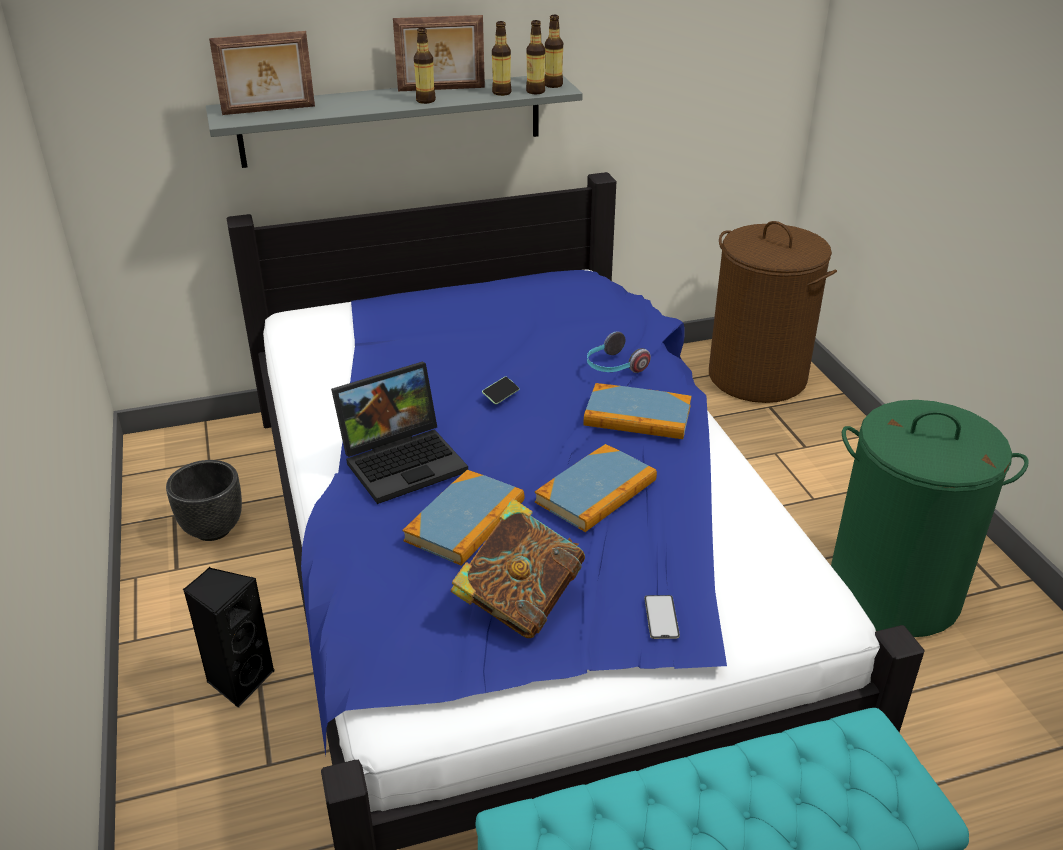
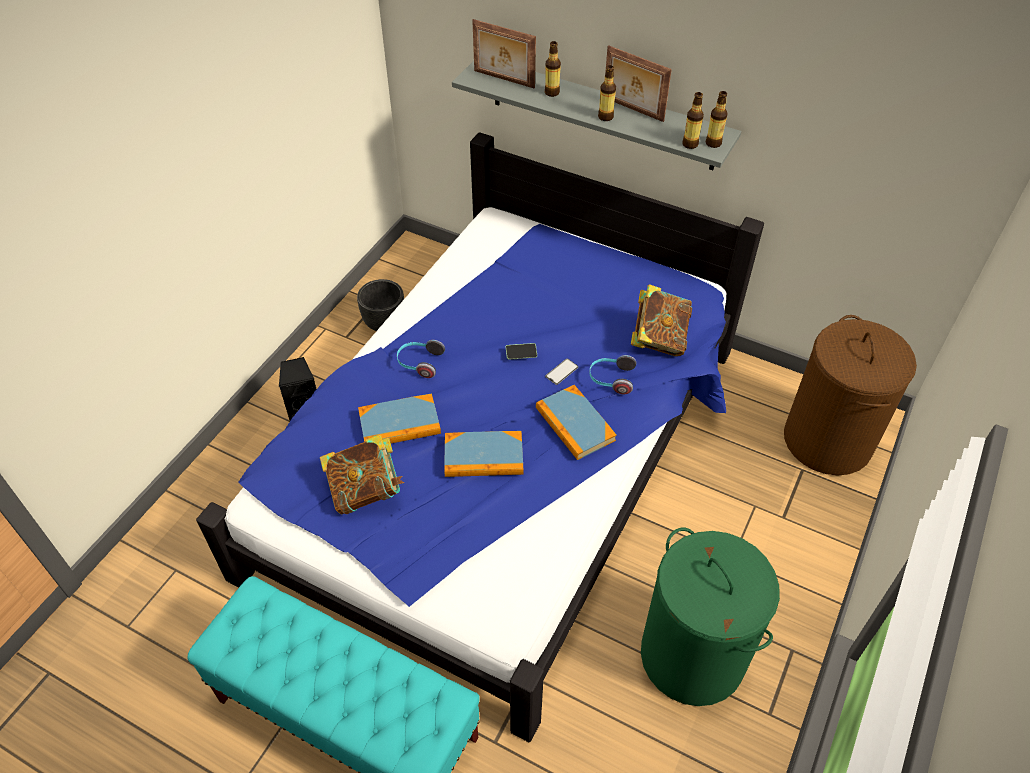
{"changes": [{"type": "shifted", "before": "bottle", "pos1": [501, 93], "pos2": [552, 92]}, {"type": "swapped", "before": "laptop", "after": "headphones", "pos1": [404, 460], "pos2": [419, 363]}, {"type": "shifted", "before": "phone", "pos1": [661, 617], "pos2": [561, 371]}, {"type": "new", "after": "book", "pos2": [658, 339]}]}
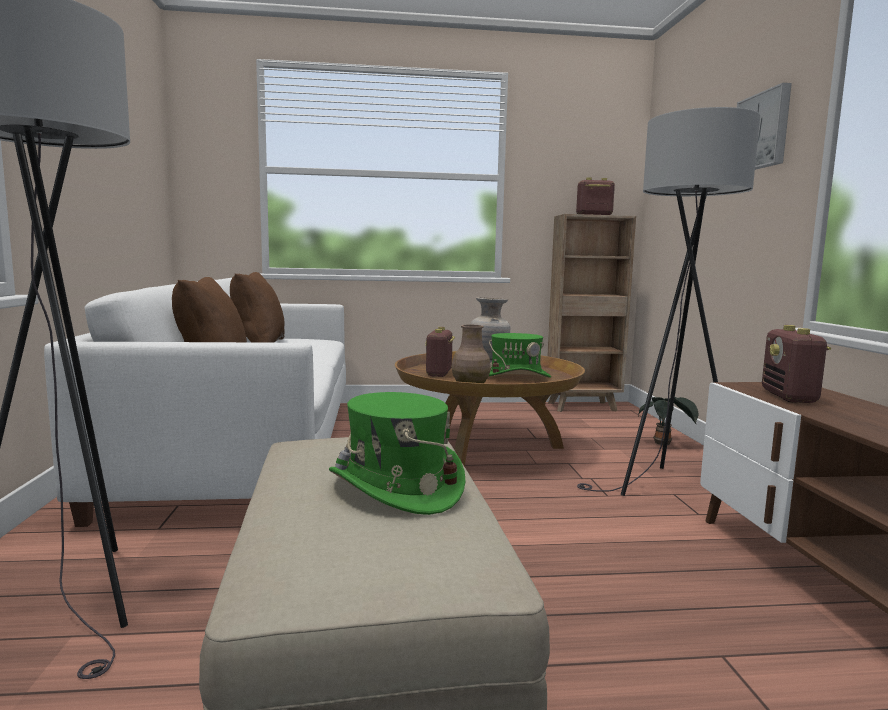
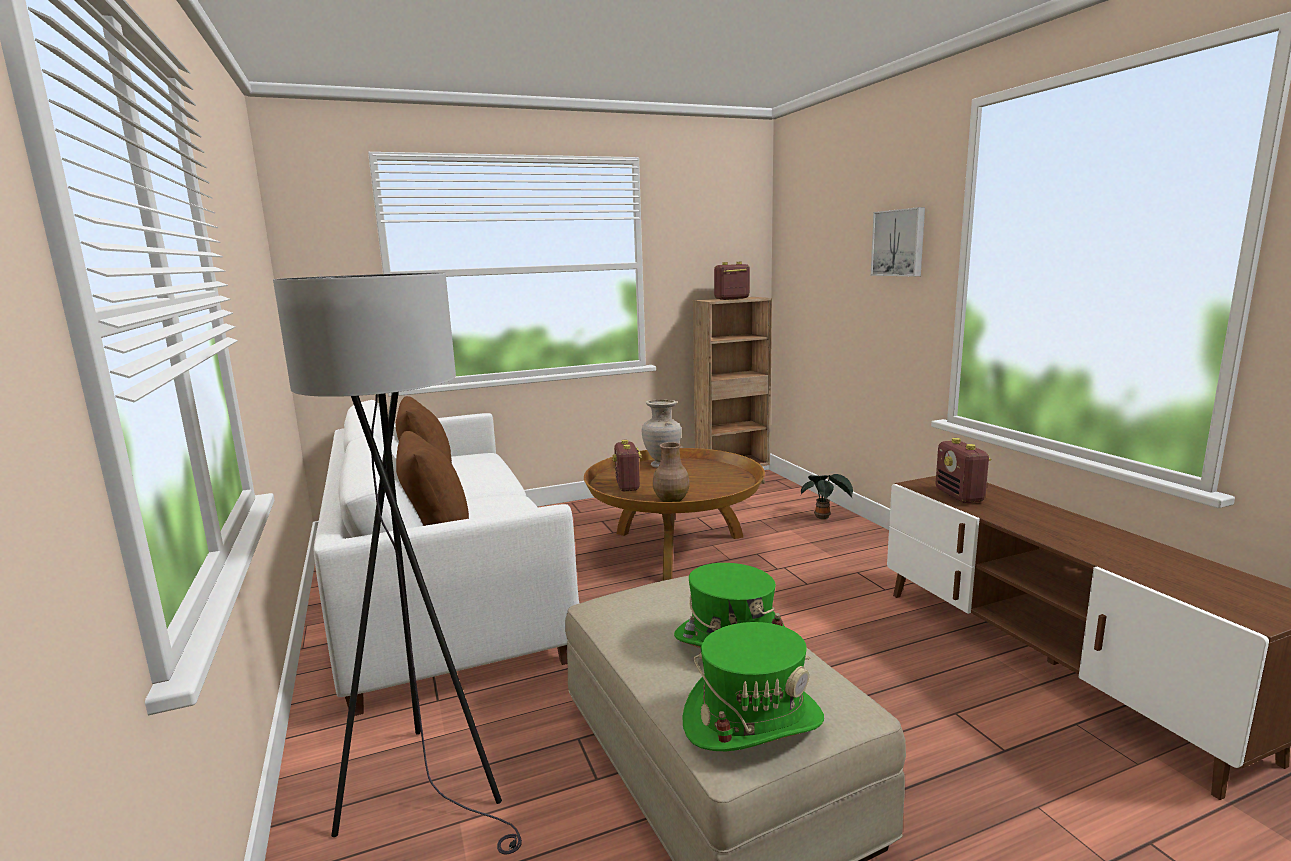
{"changes": [{"type": "gone", "before": "grey floor lamp", "pos1": [666, 490]}, {"type": "shifted", "before": "green hat", "pos1": [515, 376], "pos2": [752, 720]}]}
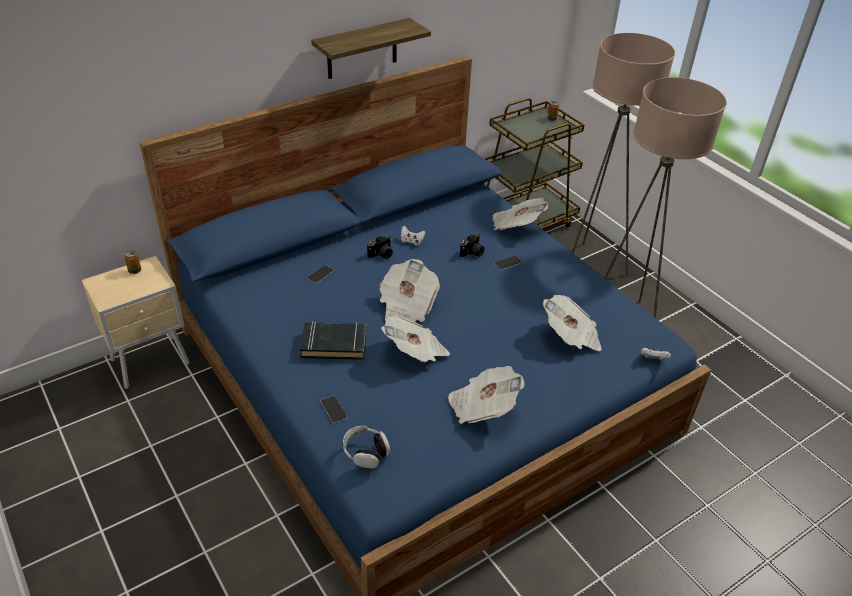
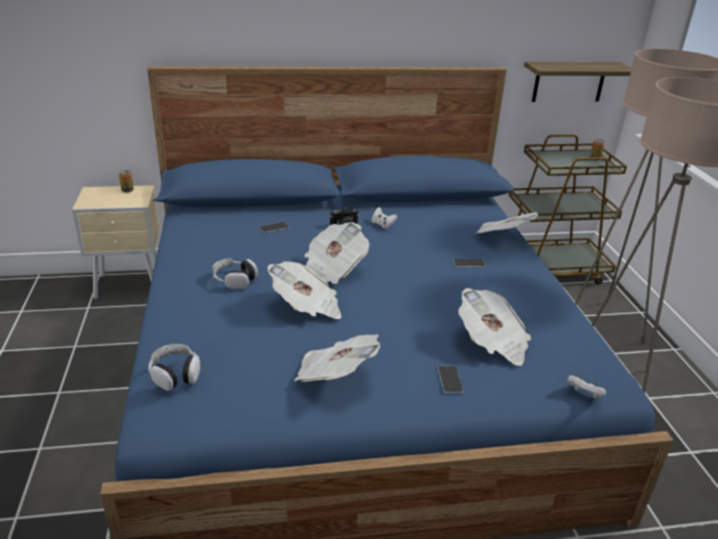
{"changes": [{"type": "shifted", "before": "shelf", "pos1": [362, 49], "pos2": [569, 81]}, {"type": "gone", "before": "photo camera", "pos1": [472, 253]}, {"type": "swapped", "before": "black book", "after": "headphones", "pos1": [334, 344], "pos2": [235, 280]}, {"type": "shifted", "before": "phone", "pos1": [333, 409], "pos2": [450, 379]}]}
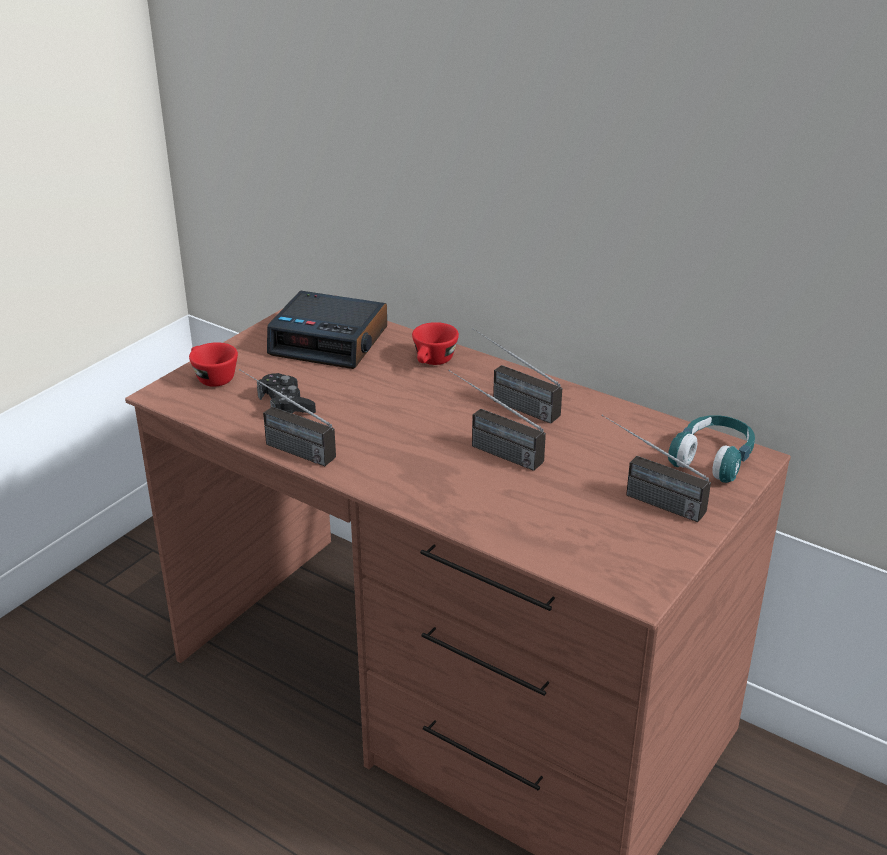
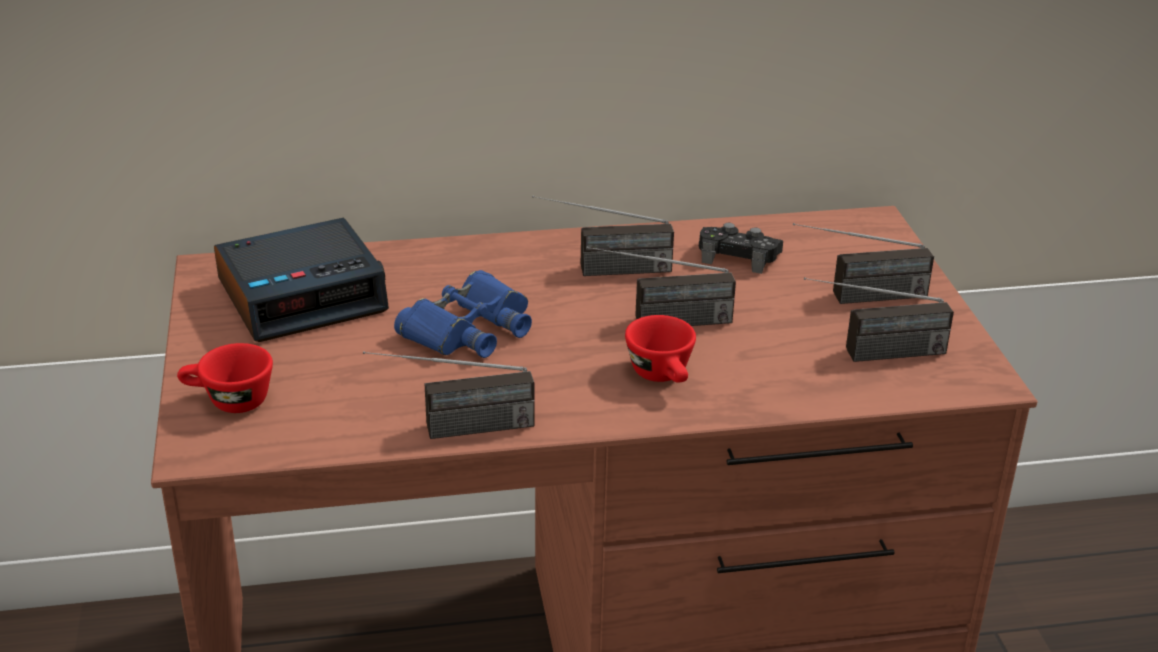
{"changes": [{"type": "shifted", "before": "red cup", "pos1": [433, 362], "pos2": [664, 376]}, {"type": "shifted", "before": "black game controller", "pos1": [286, 404], "pos2": [738, 256]}, {"type": "gone", "before": "turquoise headphones", "pos1": [713, 459]}, {"type": "new", "after": "blue binoculars", "pos2": [469, 328]}, {"type": "new", "after": "radio", "pos2": [871, 355]}]}
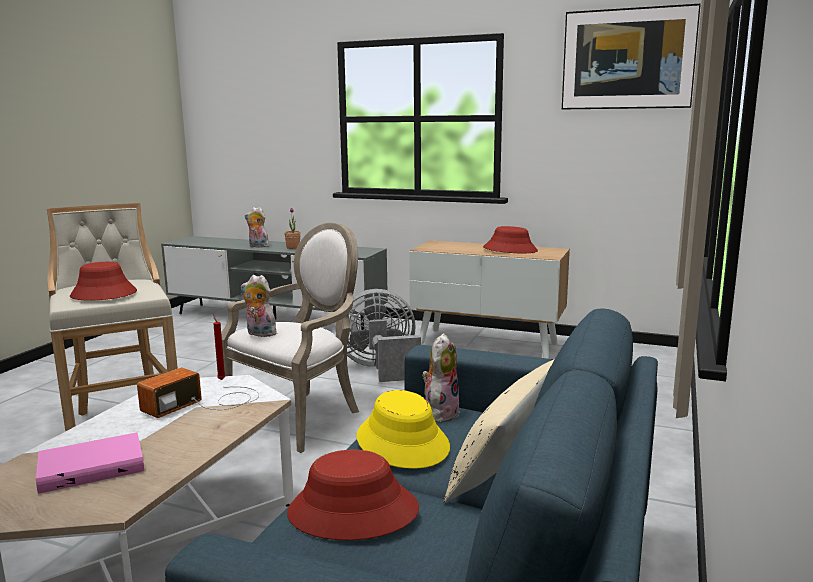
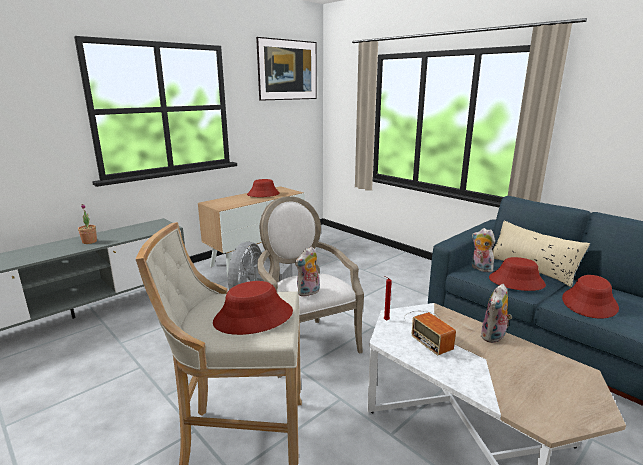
{"changes": [{"type": "shifted", "before": "plush toy", "pos1": [257, 246], "pos2": [494, 337]}, {"type": "repainted", "before": "yellow hat", "after": "red hat", "pos1": [403, 442], "pos2": [516, 281]}, {"type": "gone", "before": "pink book", "pos1": [92, 466]}]}
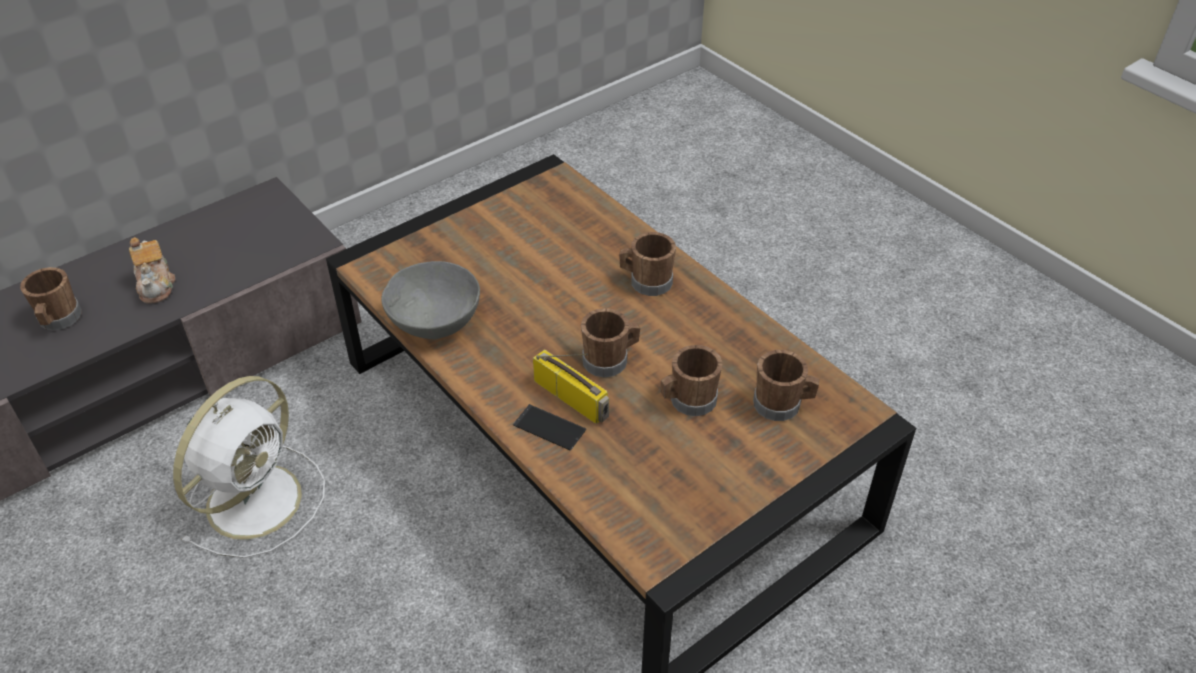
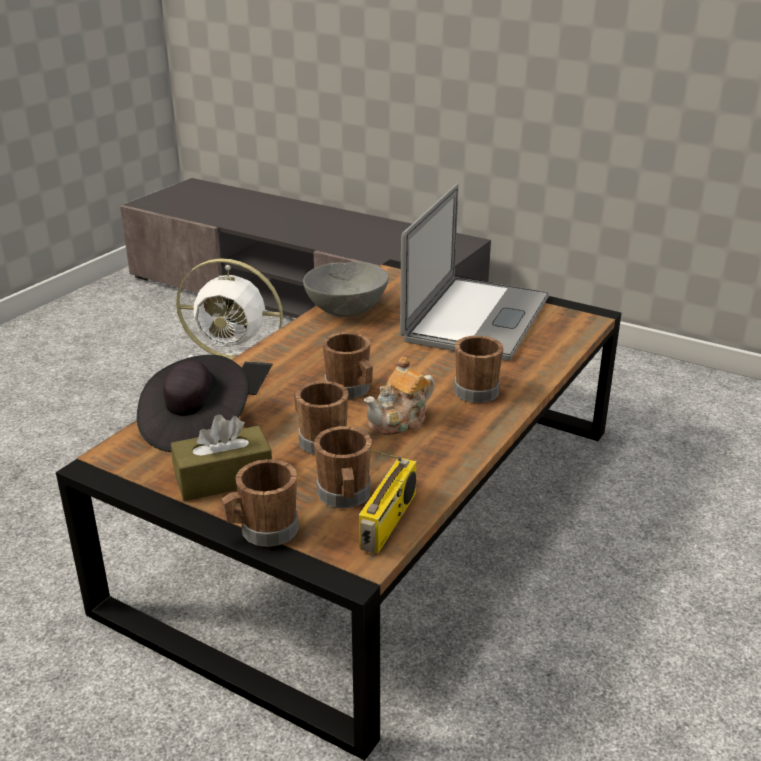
{"changes": [{"type": "shifted", "before": "teapot", "pos1": [156, 285], "pos2": [400, 421]}, {"type": "shifted", "before": "brown mug", "pos1": [59, 320], "pos2": [263, 531]}, {"type": "shifted", "before": "radio", "pos1": [572, 398], "pos2": [389, 522]}, {"type": "new", "after": "laptop", "pos2": [477, 318]}, {"type": "new", "after": "black hat", "pos2": [195, 425]}, {"type": "new", "after": "brown tissue box", "pos2": [224, 478]}]}
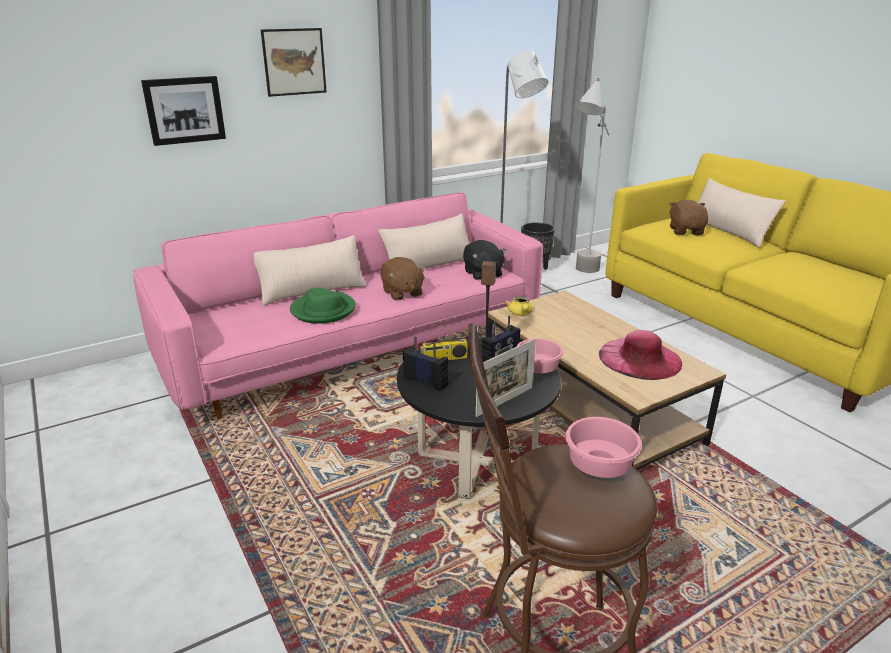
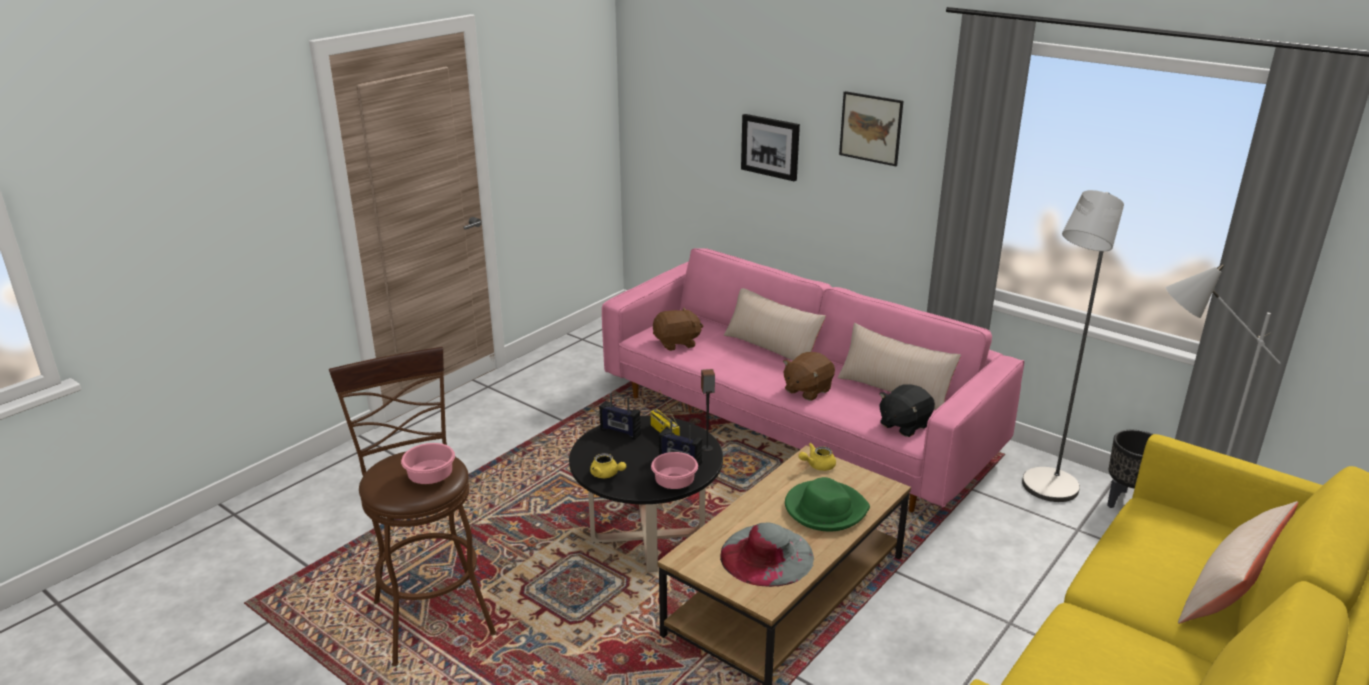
{"changes": [{"type": "shifted", "before": "brown plush toy", "pos1": [686, 231], "pos2": [677, 343]}, {"type": "shifted", "before": "green hat", "pos1": [323, 310], "pos2": [825, 509]}, {"type": "repainted", "before": "pink hat", "after": "grey hat", "pos1": [640, 358], "pos2": [767, 555]}, {"type": "rotated", "before": "radio", "pos1": [426, 381], "pos2": [620, 432], "turn": 105}, {"type": "swapped", "before": "picture frame", "after": "yellow teapot", "pos1": [504, 401], "pos2": [607, 474]}]}
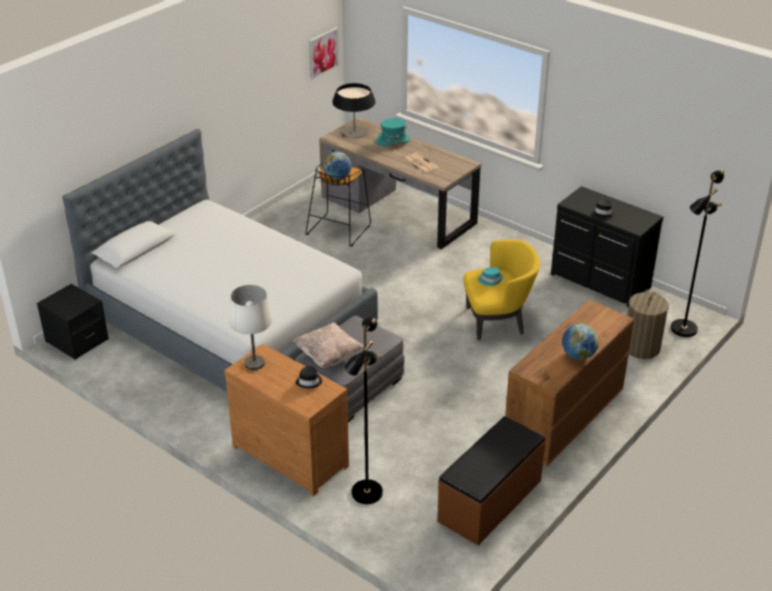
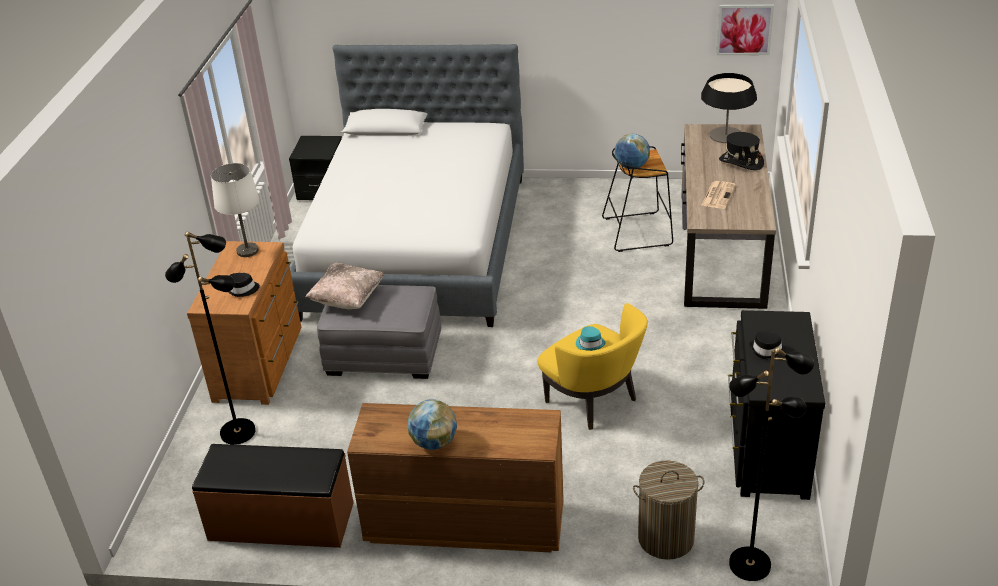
{"changes": [{"type": "repainted", "before": "turquoise hat", "after": "black hat", "pos1": [393, 141], "pos2": [741, 162]}]}
